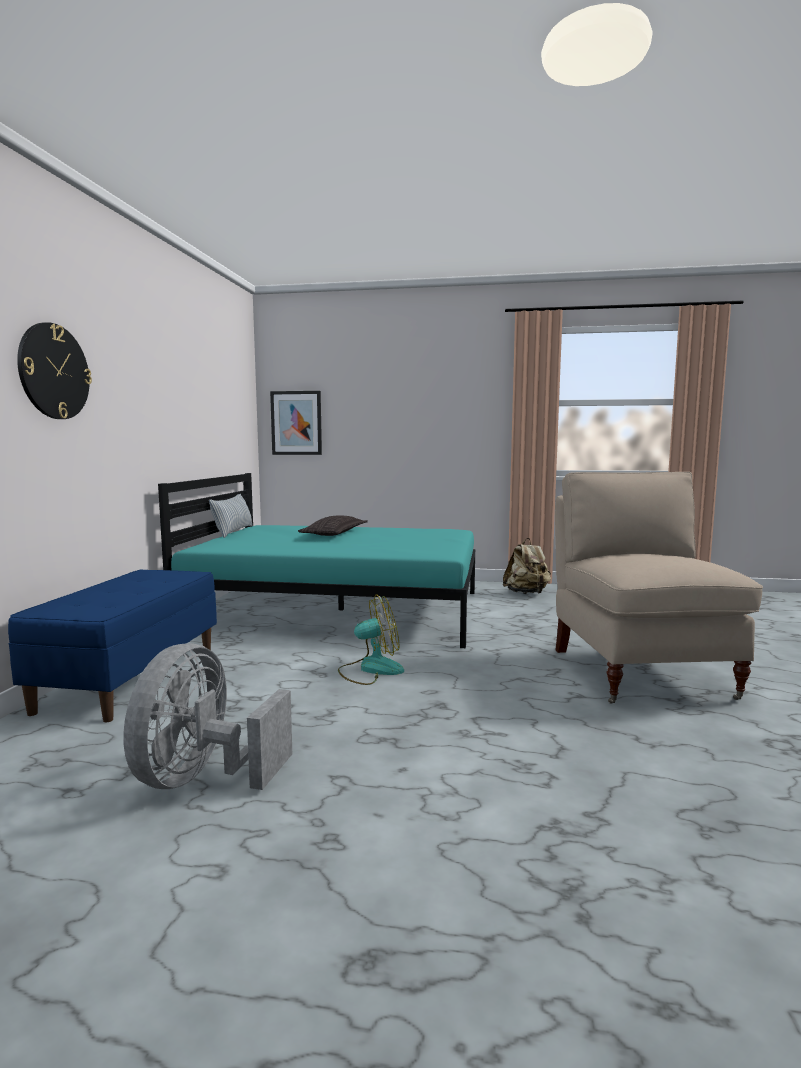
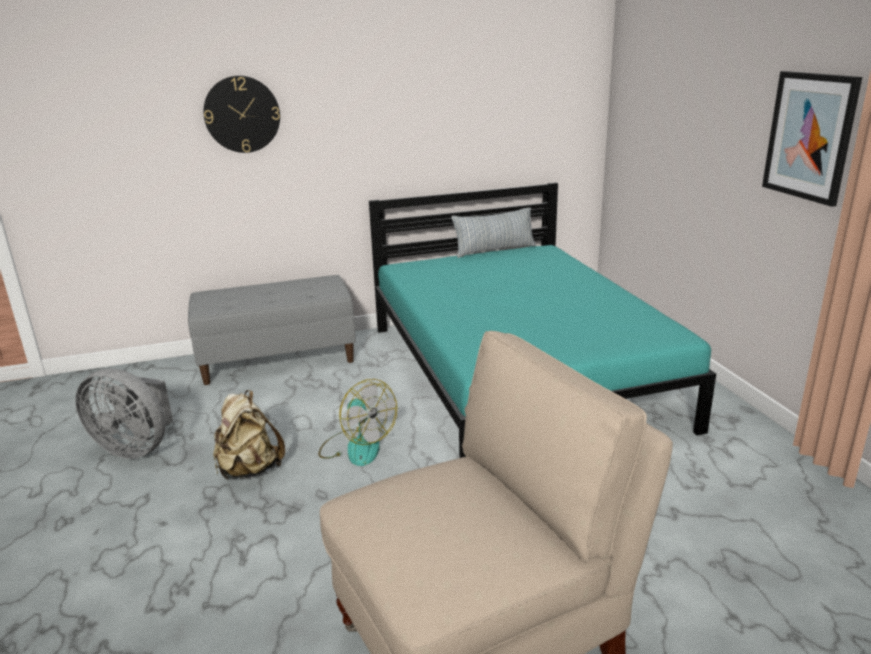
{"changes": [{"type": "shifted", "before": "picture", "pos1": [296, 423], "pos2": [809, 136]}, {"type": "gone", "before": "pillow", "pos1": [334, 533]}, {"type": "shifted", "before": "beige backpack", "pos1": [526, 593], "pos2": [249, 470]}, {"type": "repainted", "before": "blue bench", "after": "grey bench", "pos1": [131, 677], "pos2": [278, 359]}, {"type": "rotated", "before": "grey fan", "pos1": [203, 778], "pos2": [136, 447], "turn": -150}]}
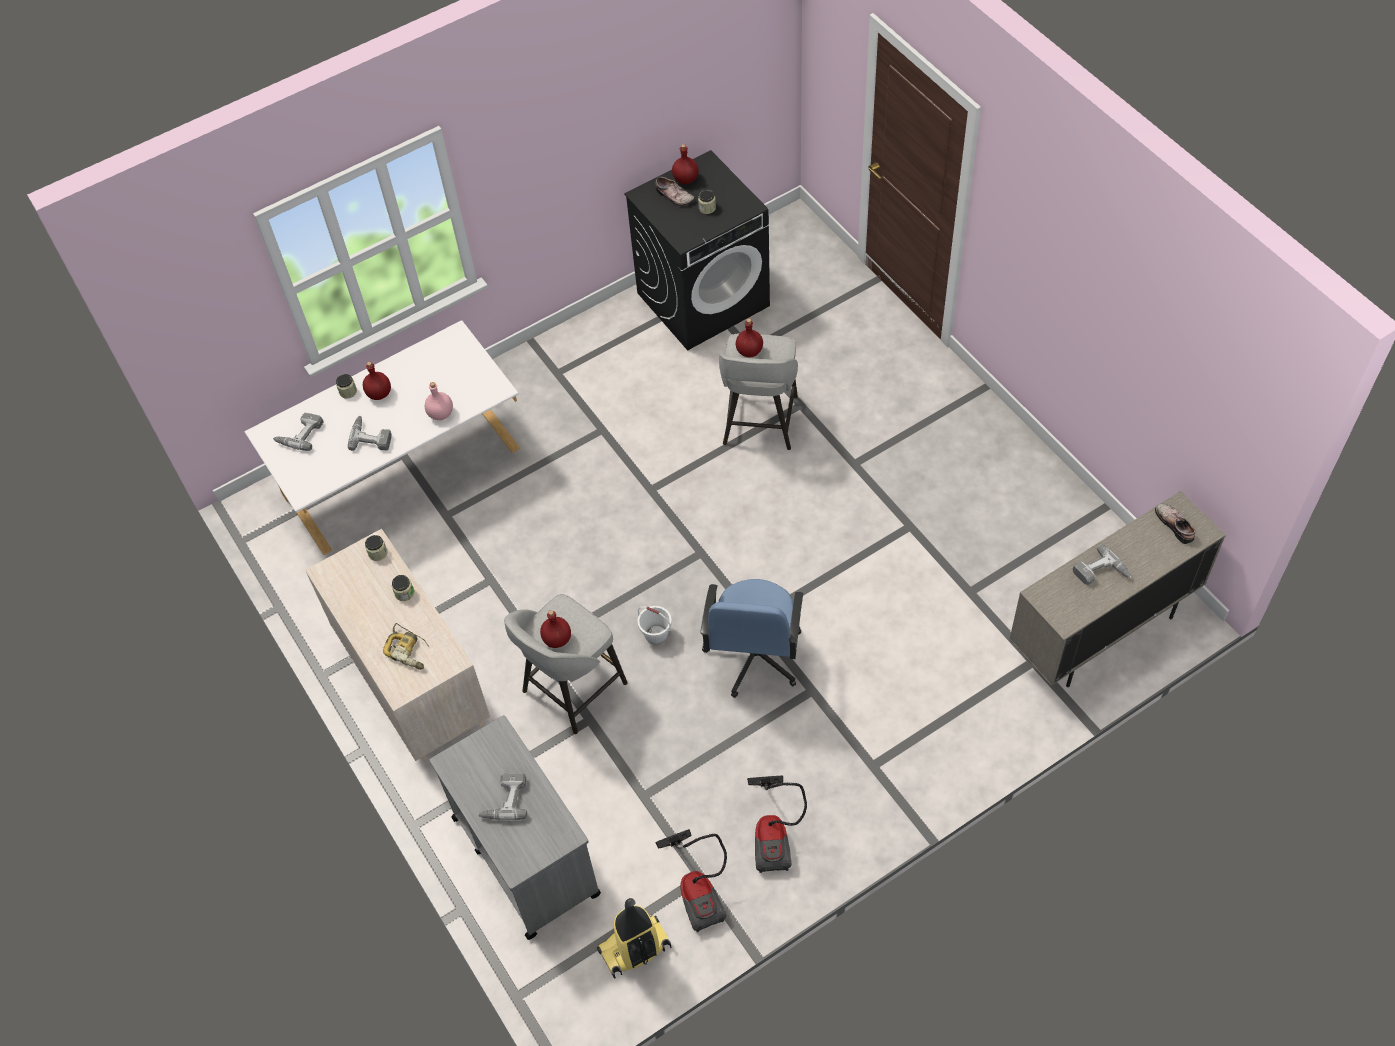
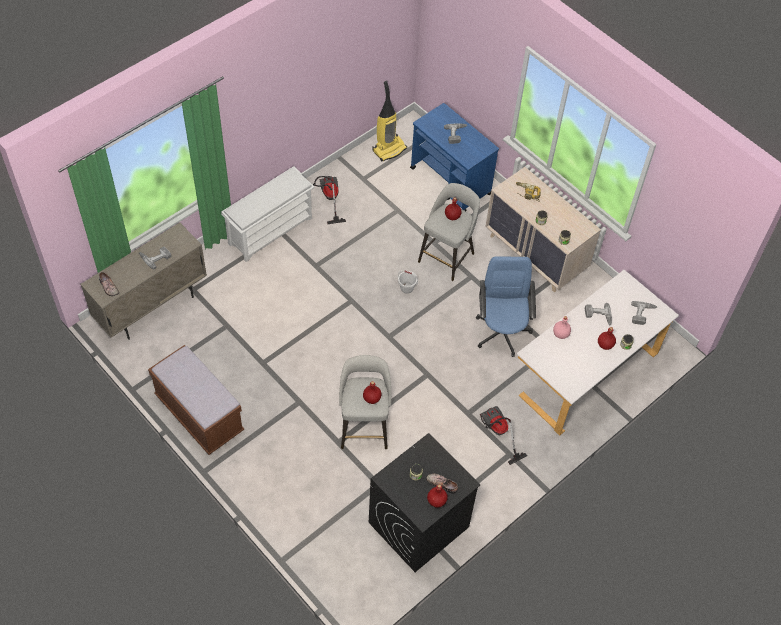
{"changes": [{"type": "shifted", "before": "blue office chair", "pos1": [754, 656], "pos2": [502, 331]}, {"type": "repainted", "before": "grey cart", "after": "blue cart", "pos1": [525, 854], "pos2": [451, 181]}, {"type": "shifted", "before": "vacuum cleaner", "pos1": [699, 889], "pos2": [497, 433]}, {"type": "new", "after": "white shoe rack", "pos2": [270, 230]}, {"type": "new", "after": "brown bench", "pos2": [199, 414]}]}
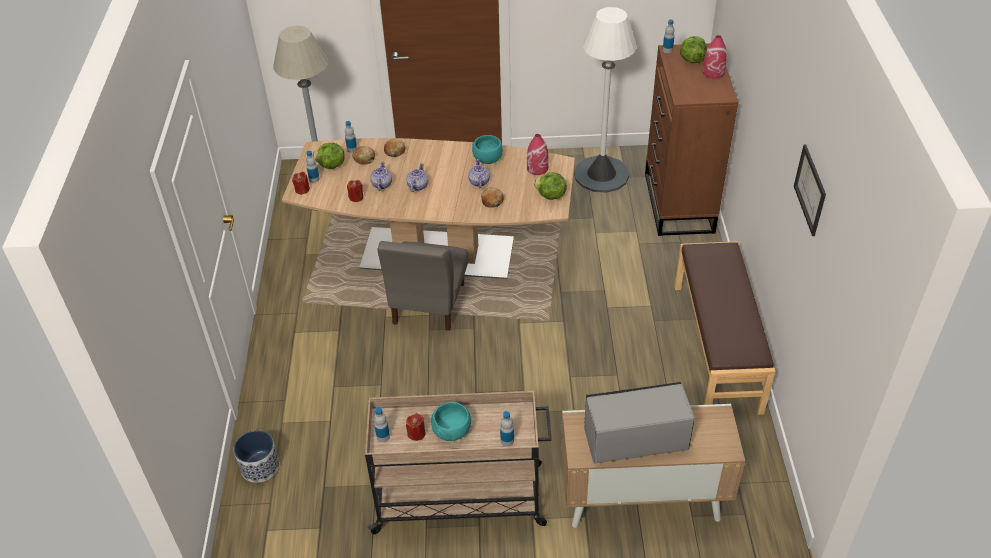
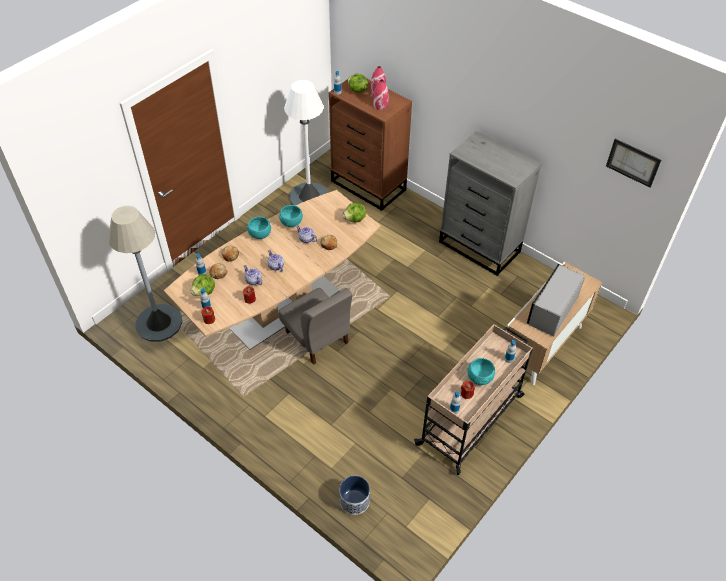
{"changes": [{"type": "shifted", "before": "red vase", "pos1": [537, 168], "pos2": [380, 105]}, {"type": "shifted", "before": "picture", "pos1": [810, 189], "pos2": [633, 162]}, {"type": "swapped", "before": "brown bench", "after": "grey dresser", "pos1": [717, 347], "pos2": [480, 247]}, {"type": "new", "after": "turquoise bowl", "pos2": [260, 234]}]}
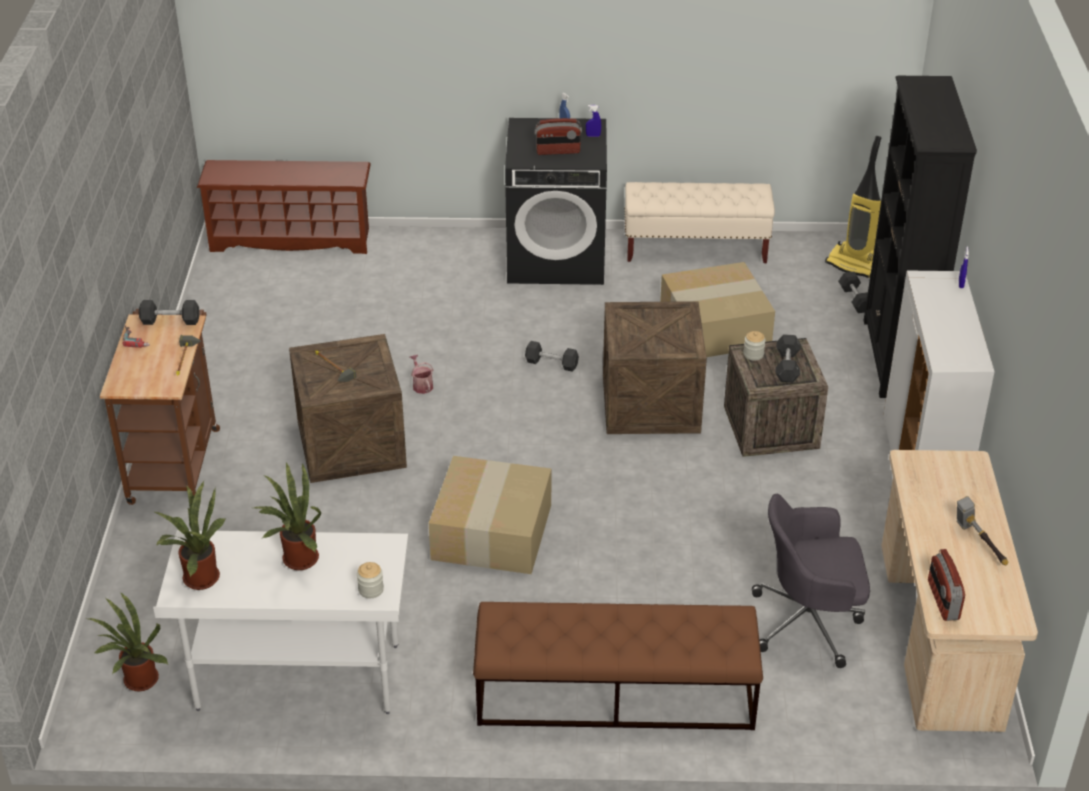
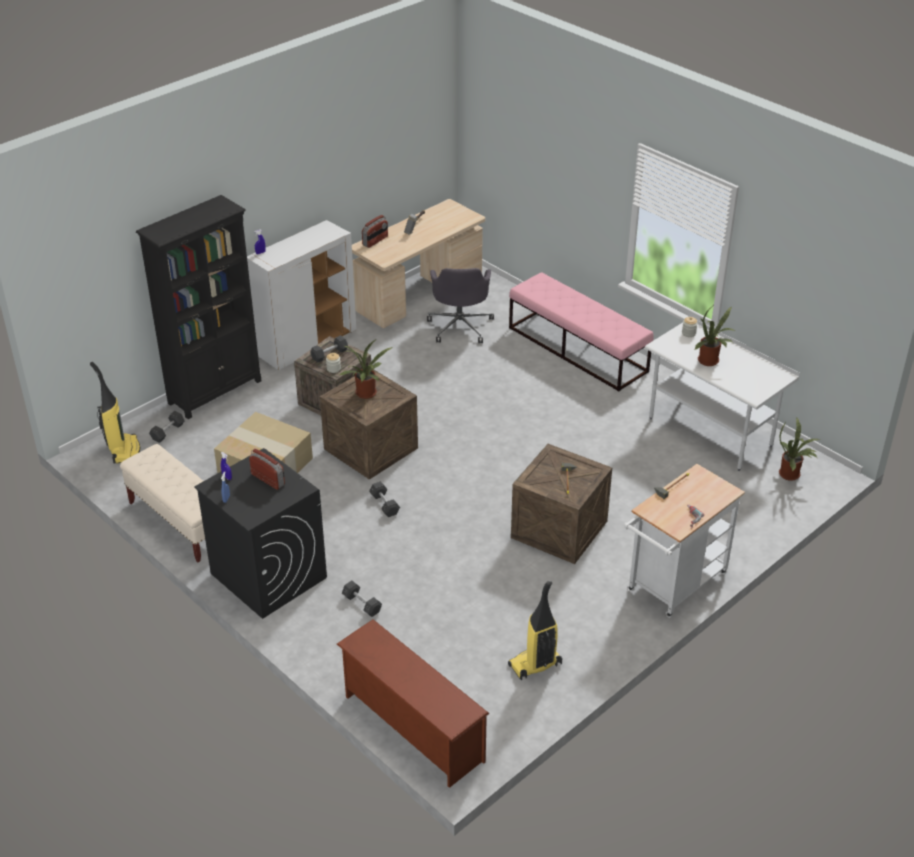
{"changes": [{"type": "shifted", "before": "grey dumbbell", "pos1": [170, 321], "pos2": [362, 604]}, {"type": "repainted", "before": "brown cart", "after": "white cart", "pos1": [175, 460], "pos2": [673, 586]}, {"type": "gone", "before": "watering can", "pos1": [421, 385]}, {"type": "gone", "before": "cardboard box", "pos1": [490, 530]}, {"type": "shifted", "before": "potted plant", "pos1": [198, 577], "pos2": [366, 394]}, {"type": "rotated", "before": "grey office chair", "pos1": [809, 622], "pos2": [460, 326], "turn": 45}, {"type": "shifted", "before": "radio", "pos1": [942, 600], "pos2": [375, 241]}, {"type": "repainted", "before": "brown bench", "after": "pink bench", "pos1": [614, 695], "pos2": [578, 349]}, {"type": "new", "after": "vacuum cleaner", "pos2": [535, 665]}]}
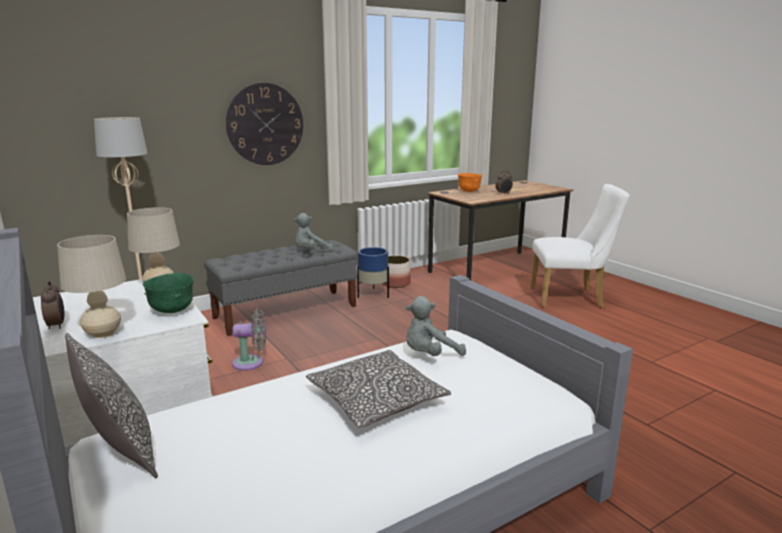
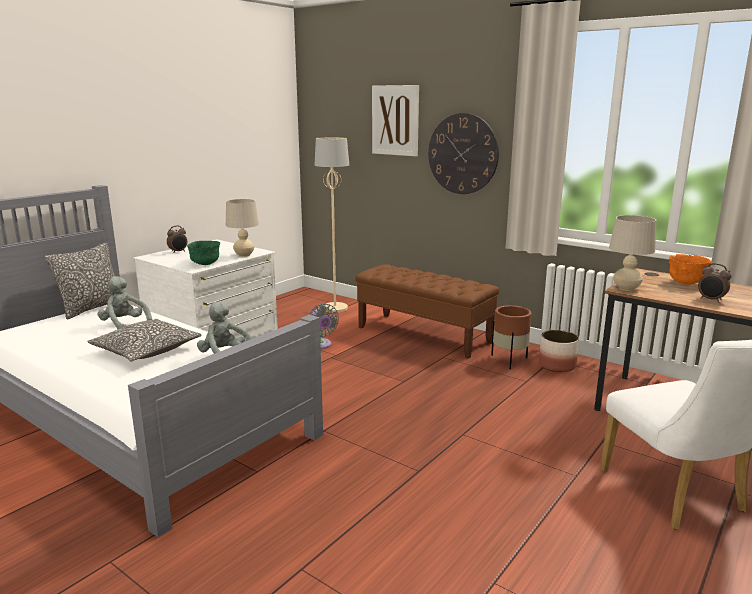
{"changes": [{"type": "shifted", "before": "grey plush toy", "pos1": [311, 251], "pos2": [125, 325]}, {"type": "shifted", "before": "beige table lamp", "pos1": [103, 333], "pos2": [626, 288]}, {"type": "repainted", "before": "grey bench", "after": "brown bench", "pos1": [286, 312], "pos2": [424, 335]}, {"type": "repainted", "before": "blue planter", "after": "brown planter", "pos1": [373, 294], "pos2": [509, 360]}, {"type": "new", "after": "picture", "pos2": [395, 120]}]}
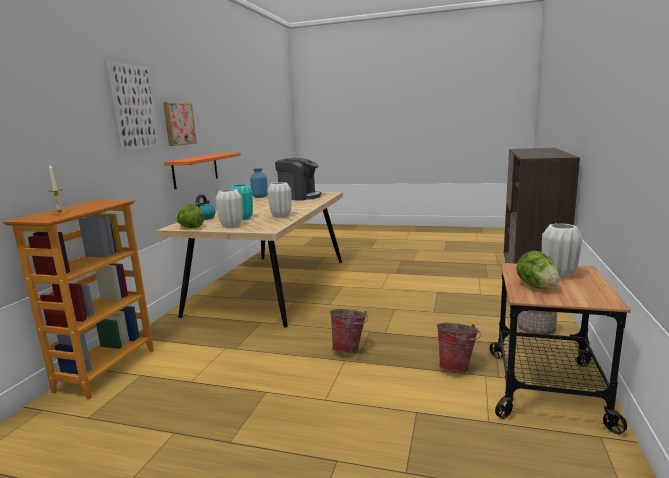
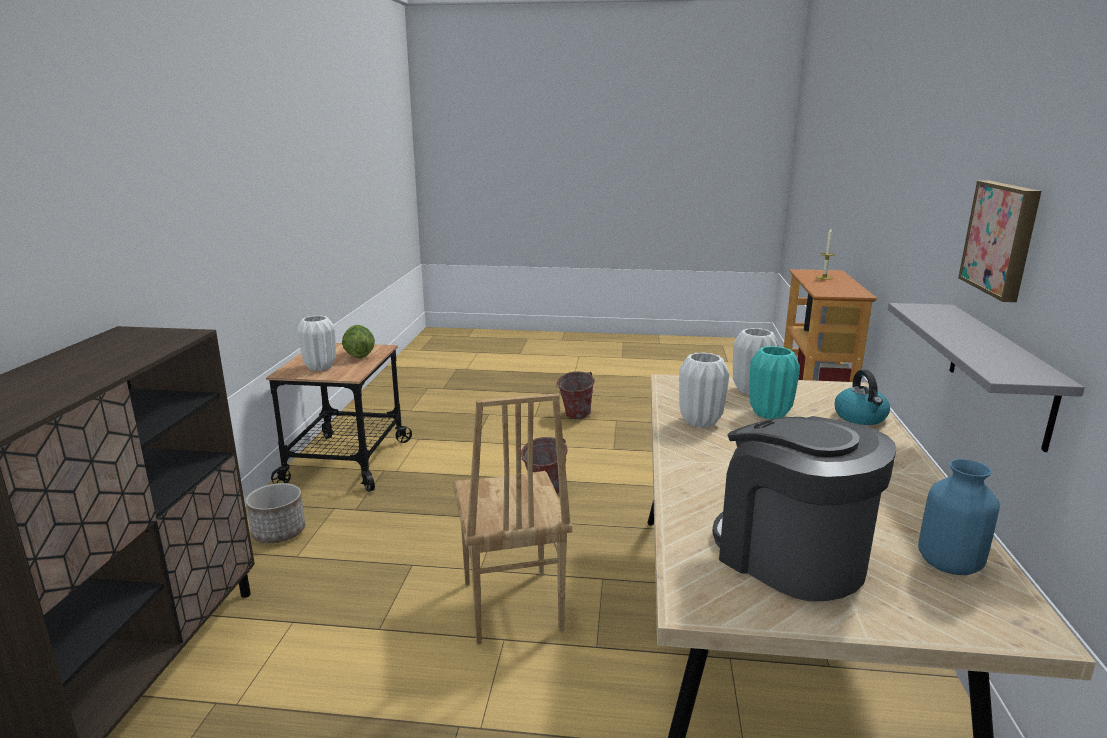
{"changes": [{"type": "gone", "before": "picture", "pos1": [134, 108]}, {"type": "repainted", "before": "orange shelf", "after": "grey shelf", "pos1": [195, 170], "pos2": [1000, 372]}, {"type": "rotated", "before": "coffee machine", "pos1": [299, 197], "pos2": [790, 556], "turn": 45}, {"type": "gone", "before": "lettuce", "pos1": [191, 228]}, {"type": "shifted", "before": "bucket", "pos1": [457, 367], "pos2": [574, 416]}, {"type": "new", "after": "brown chair", "pos2": [510, 606]}]}
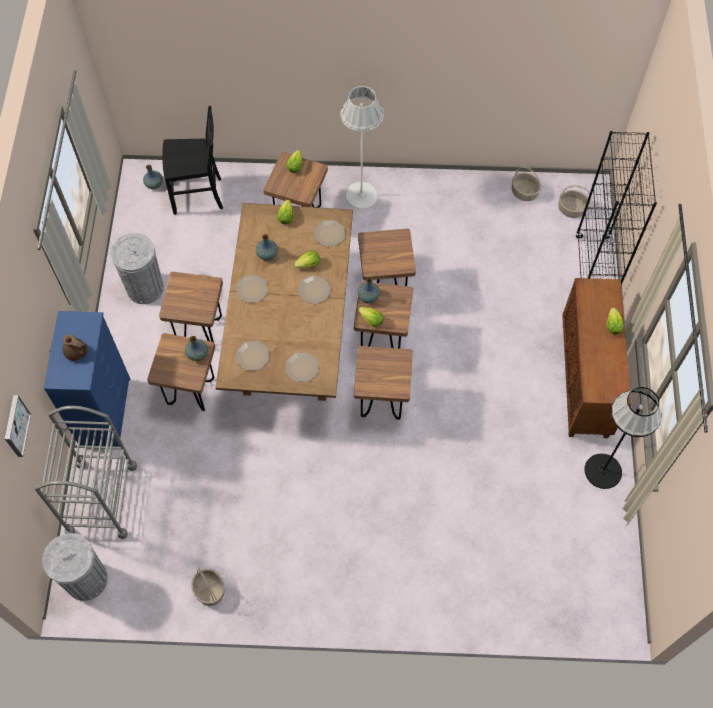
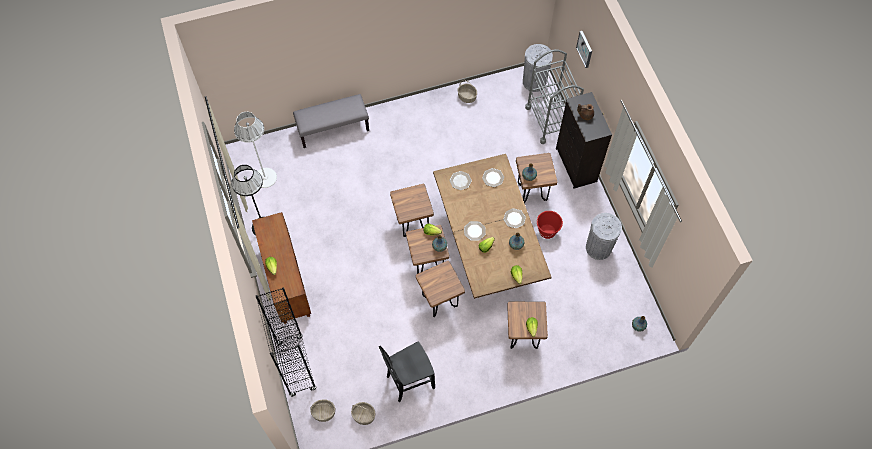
{"changes": [{"type": "shifted", "before": "white floor lamp", "pos1": [361, 195], "pos2": [265, 177]}, {"type": "shifted", "before": "black chair", "pos1": [199, 195], "pos2": [409, 381]}, {"type": "gone", "before": "plate", "pos1": [329, 233]}, {"type": "swapped", "before": "brown stool", "after": "red bucket", "pos1": [200, 331], "pos2": [547, 231]}, {"type": "repainted", "before": "blue dresser", "after": "black dresser", "pos1": [106, 411], "pos2": [575, 165]}, {"type": "new", "after": "grey bench", "pos2": [333, 129]}]}
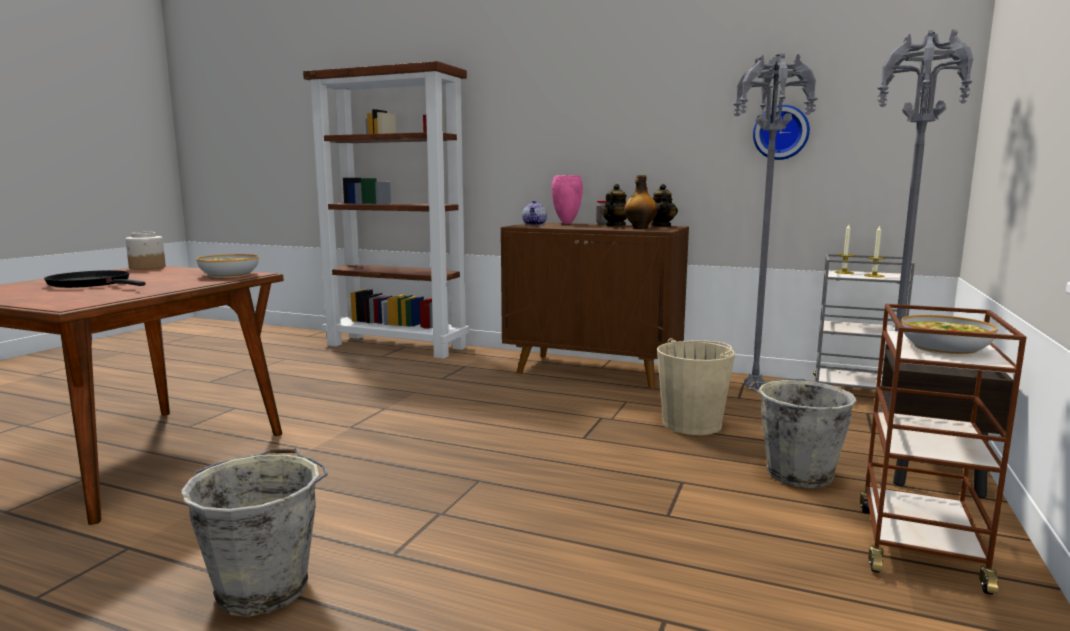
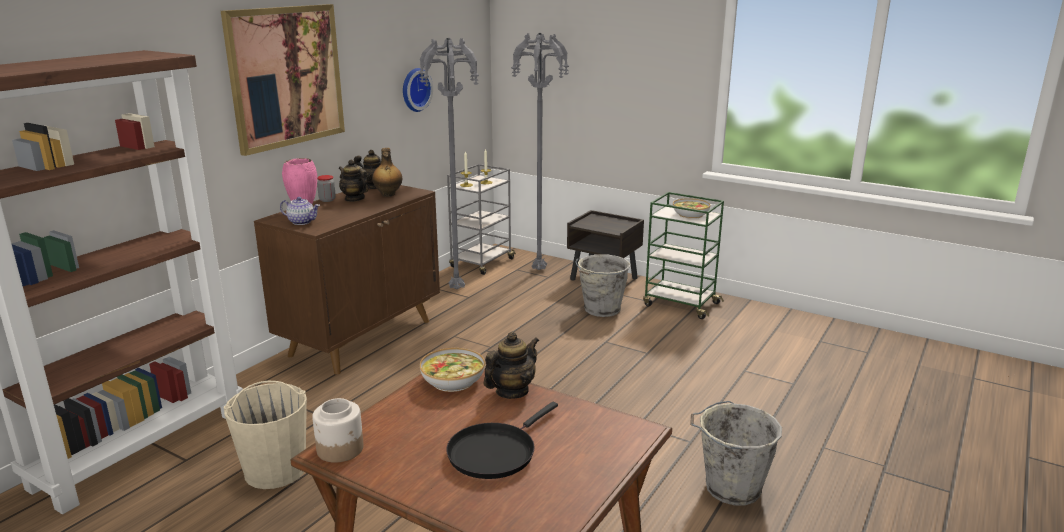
{"changes": [{"type": "repainted", "before": "brown cart", "after": "green cart", "pos1": [918, 546], "pos2": [680, 304]}, {"type": "shifted", "before": "beige bucket", "pos1": [692, 424], "pos2": [275, 470]}, {"type": "new", "after": "picture", "pos2": [286, 76]}, {"type": "new", "after": "teapot", "pos2": [512, 391]}]}
